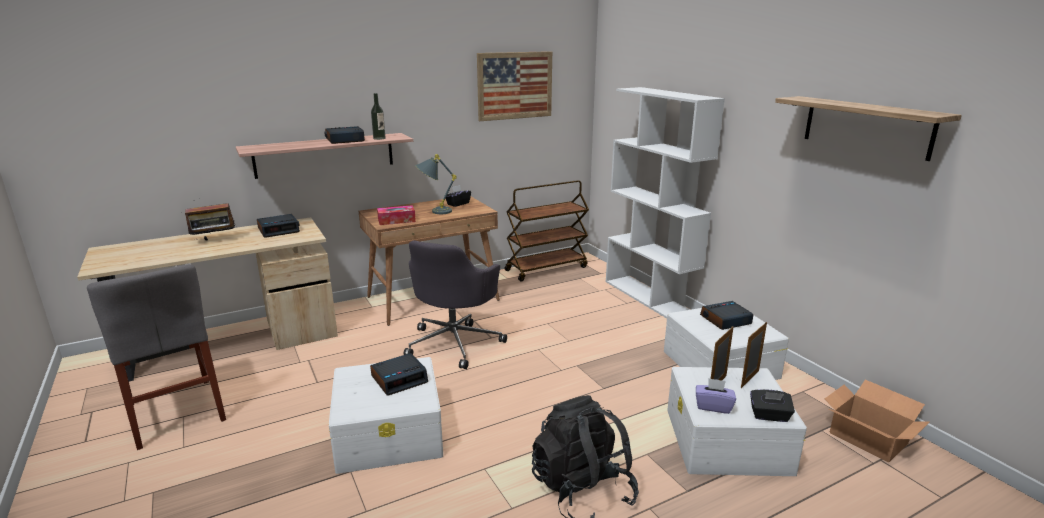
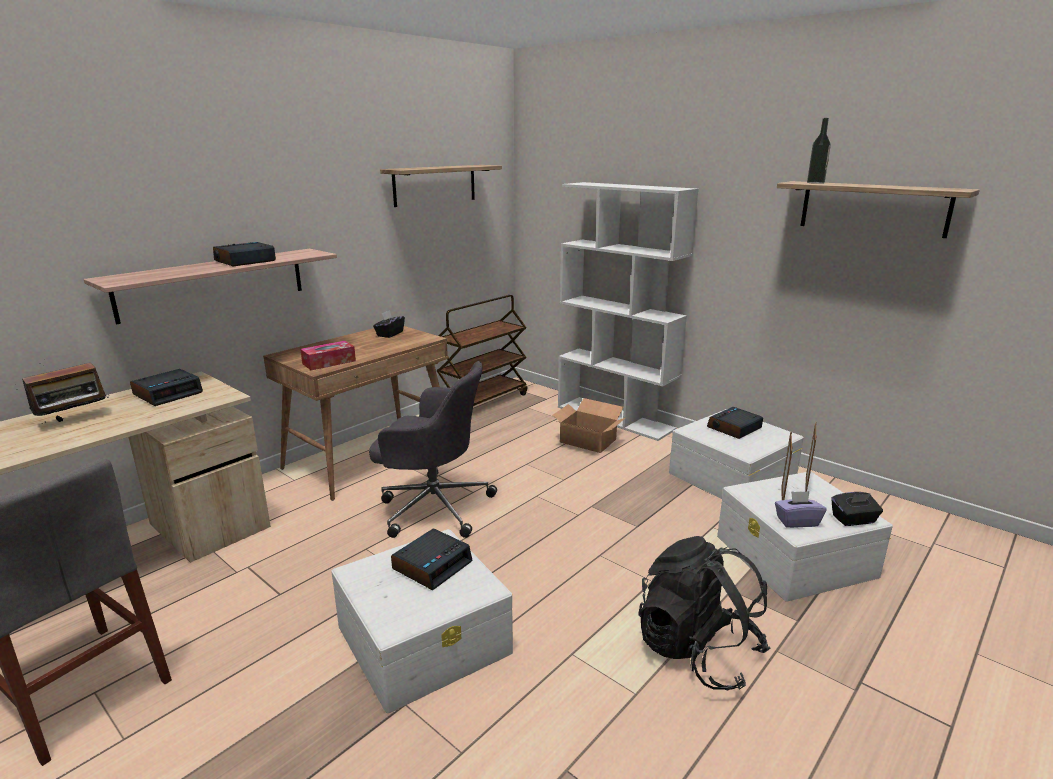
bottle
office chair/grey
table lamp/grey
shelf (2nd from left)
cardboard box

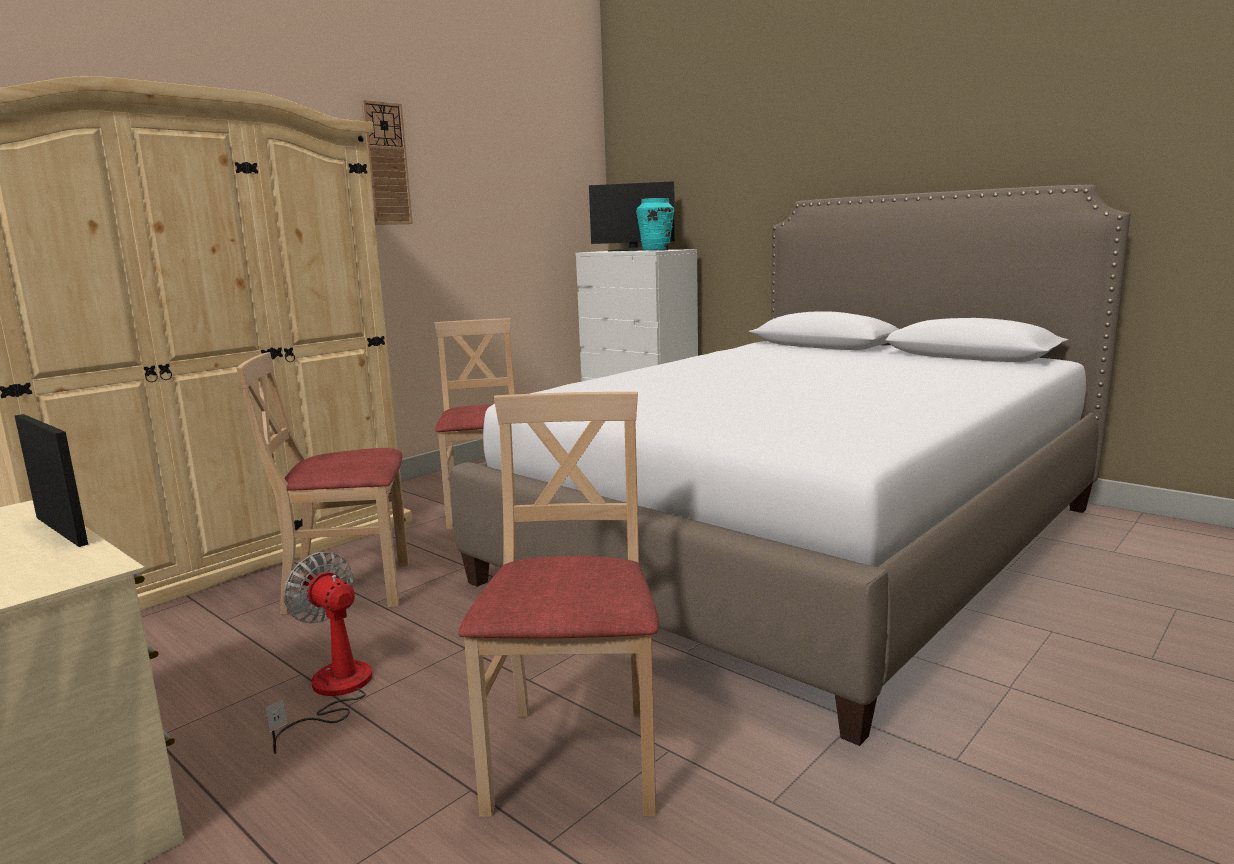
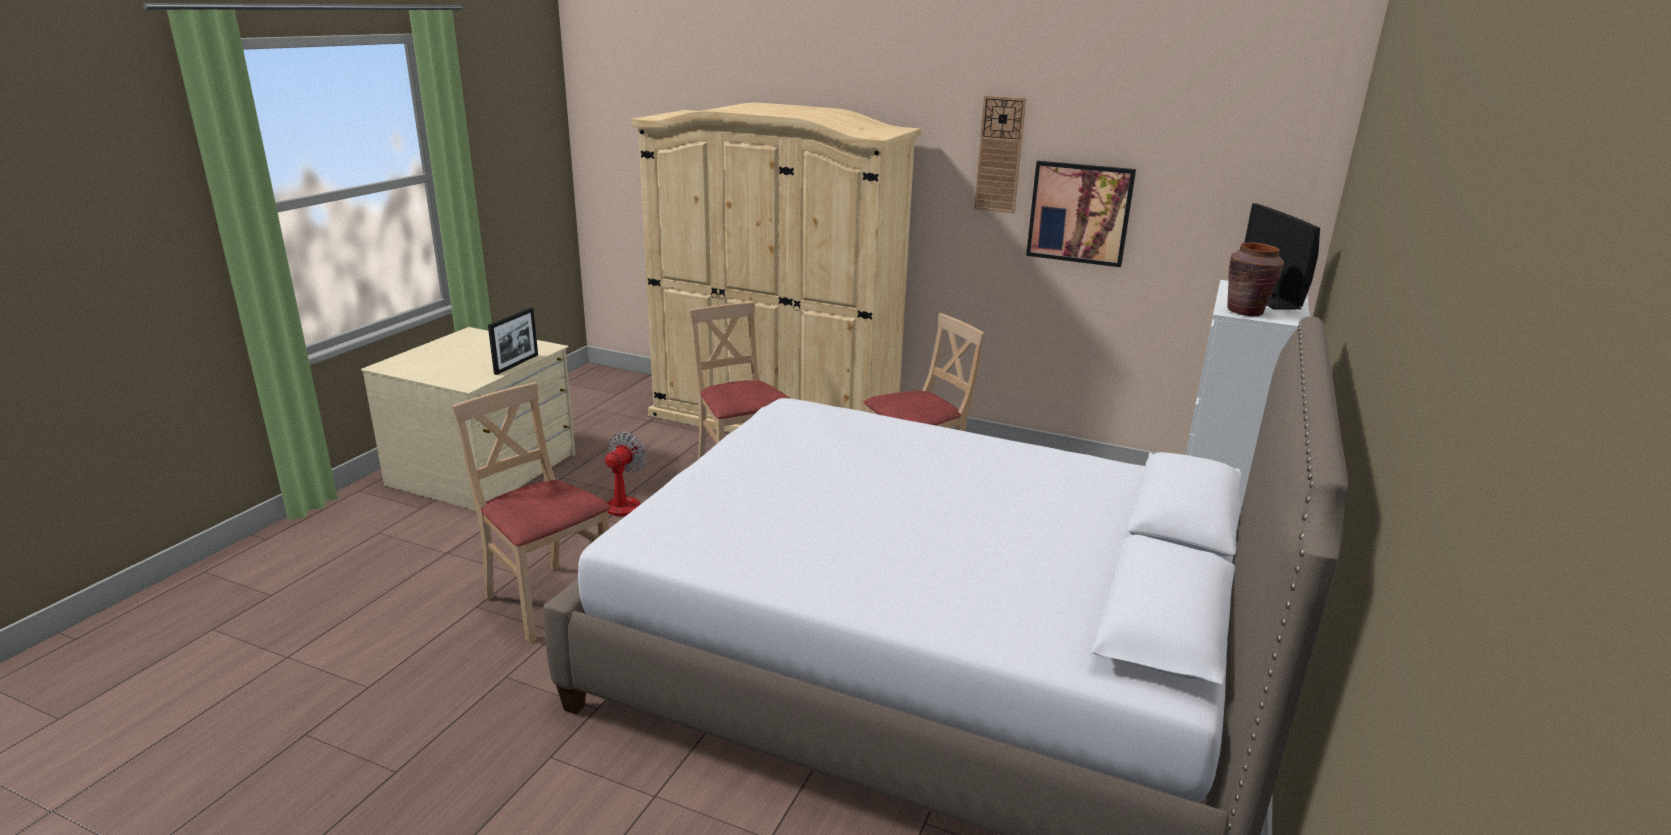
chair/beige (1st from left)
vase/brown
picture

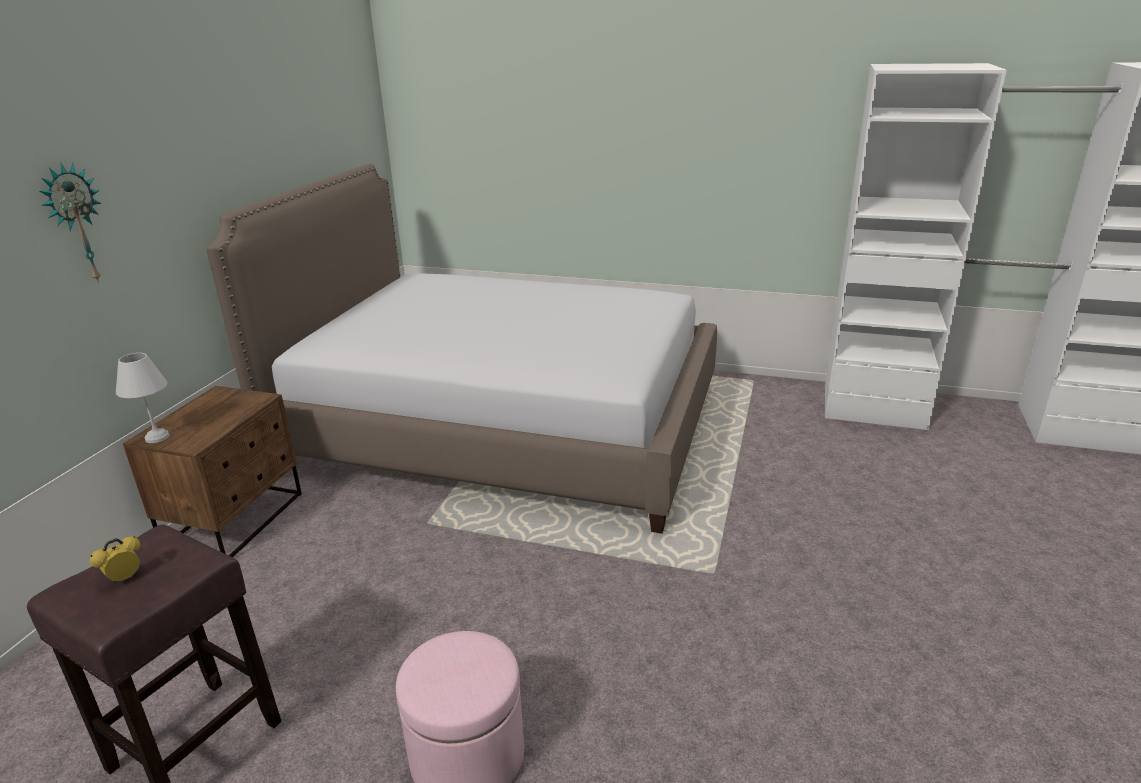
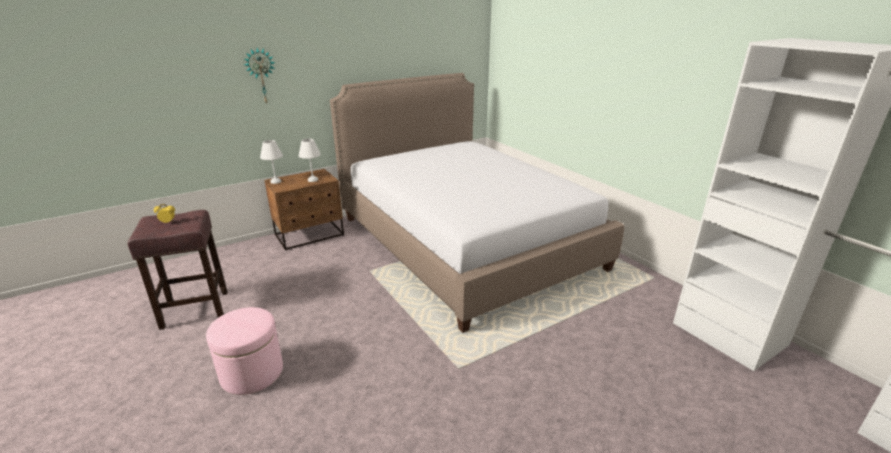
table lamp/white (2nd from left)

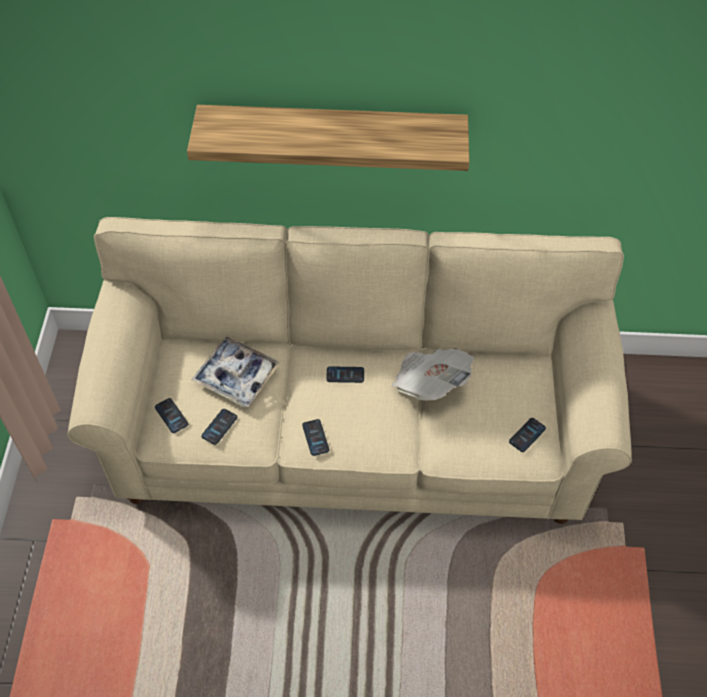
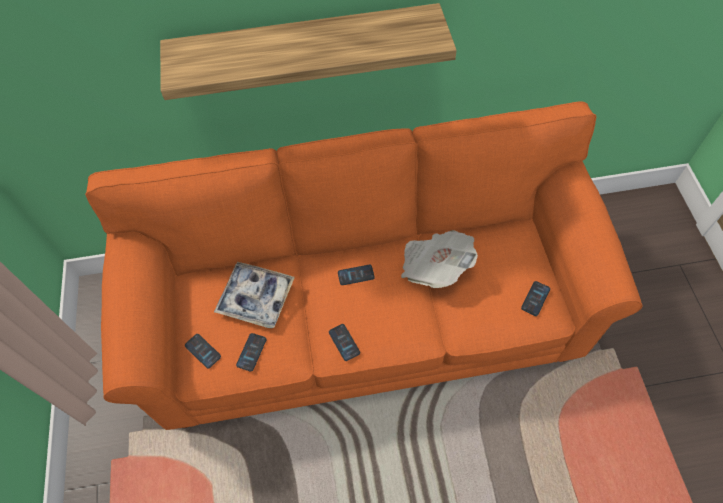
sofa/orange

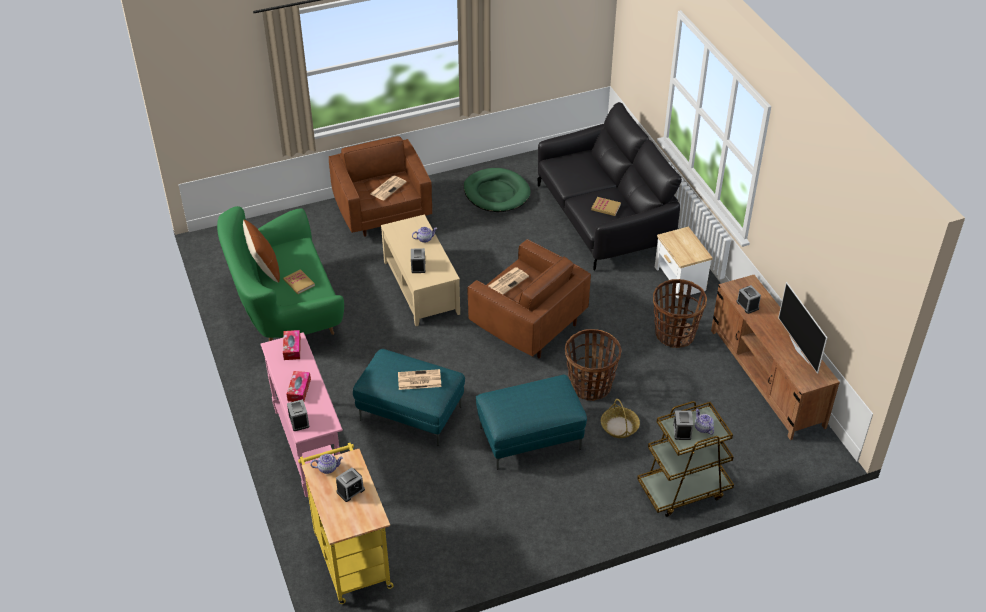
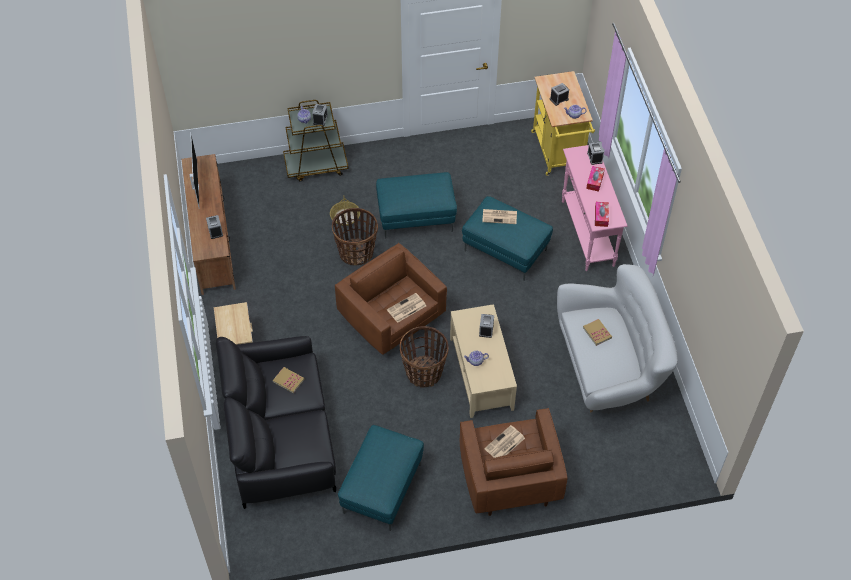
sofa/white
pillow/brown
ottoman/turquoise (1st from left)
basket (3rd from left)

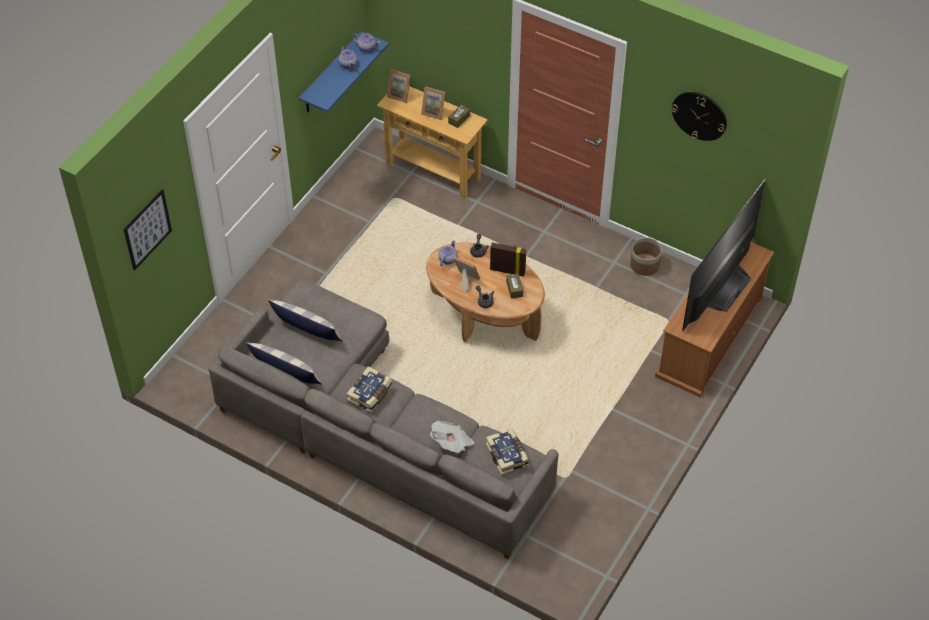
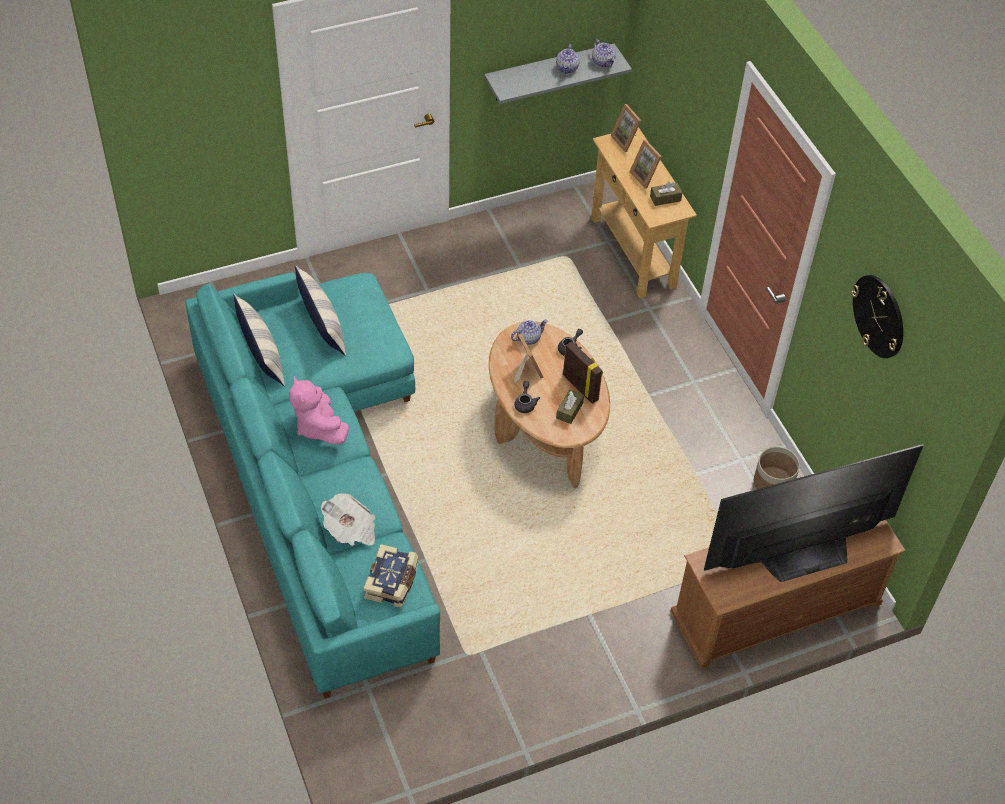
picture
sofa/turquoise
shelf/grey
plush toy/pink

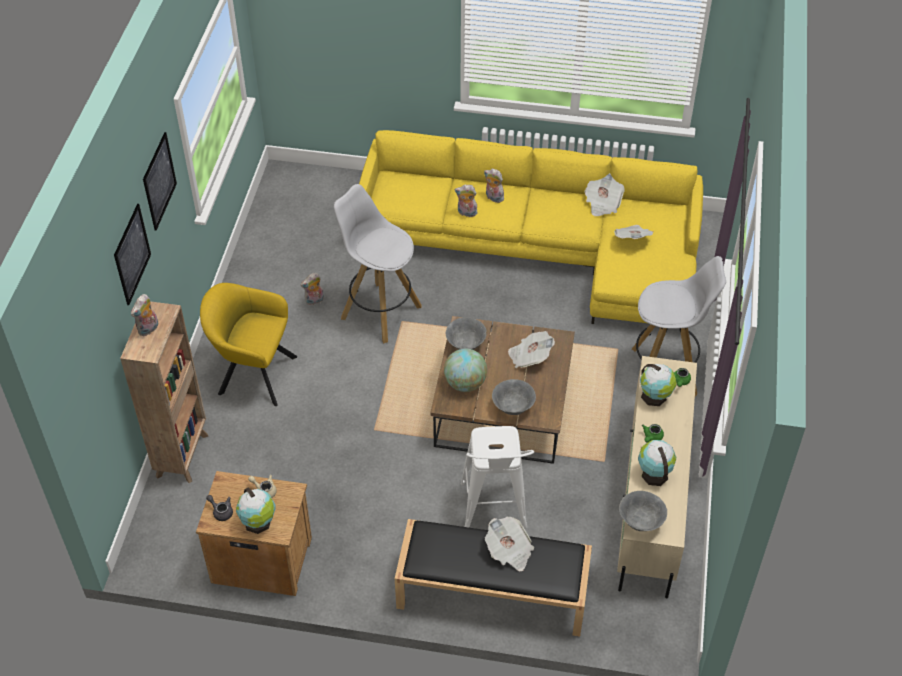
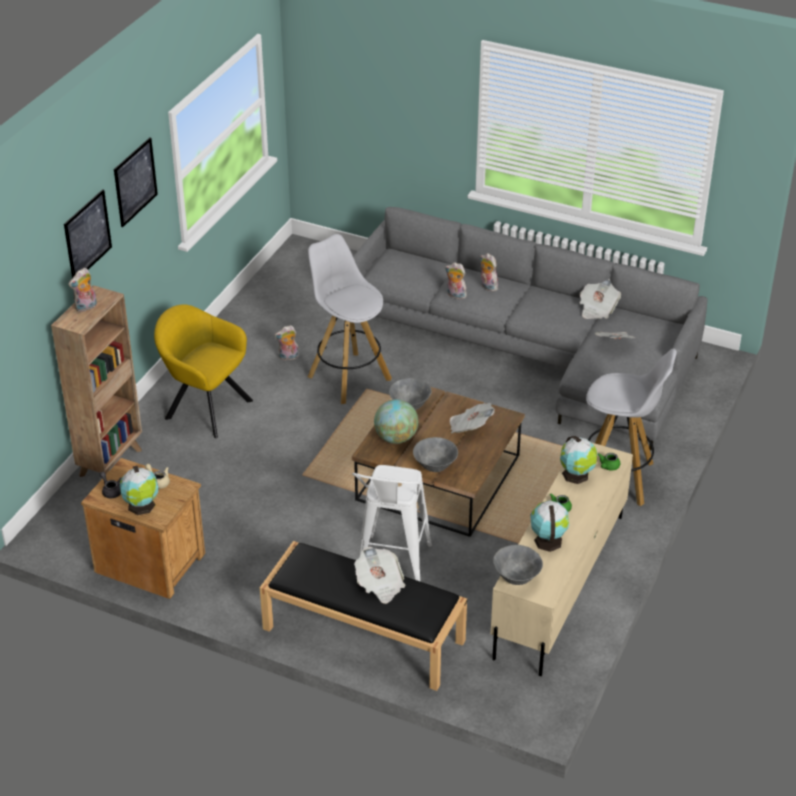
sofa/grey

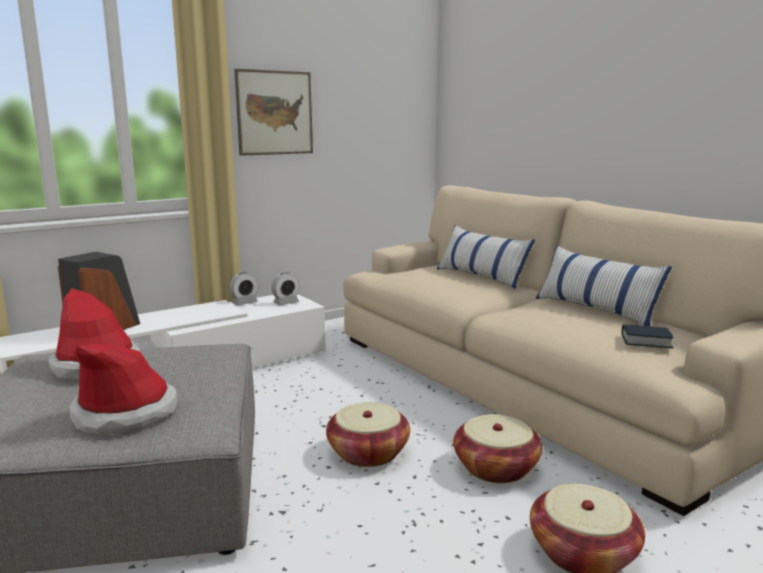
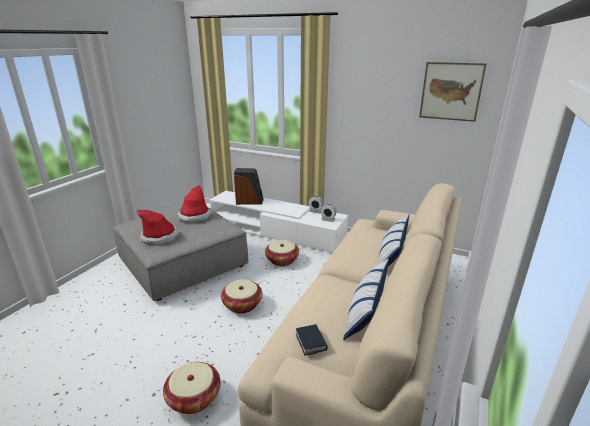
picture
basket (3rd from left)

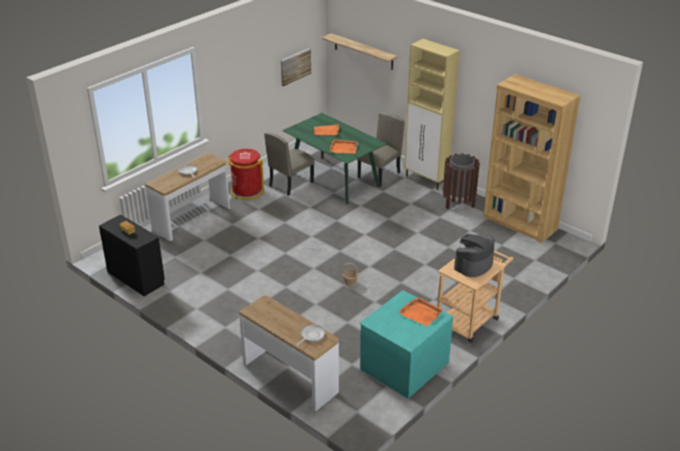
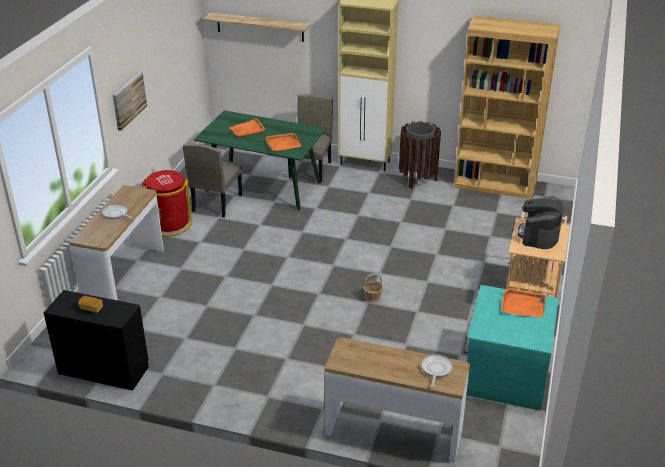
picture

